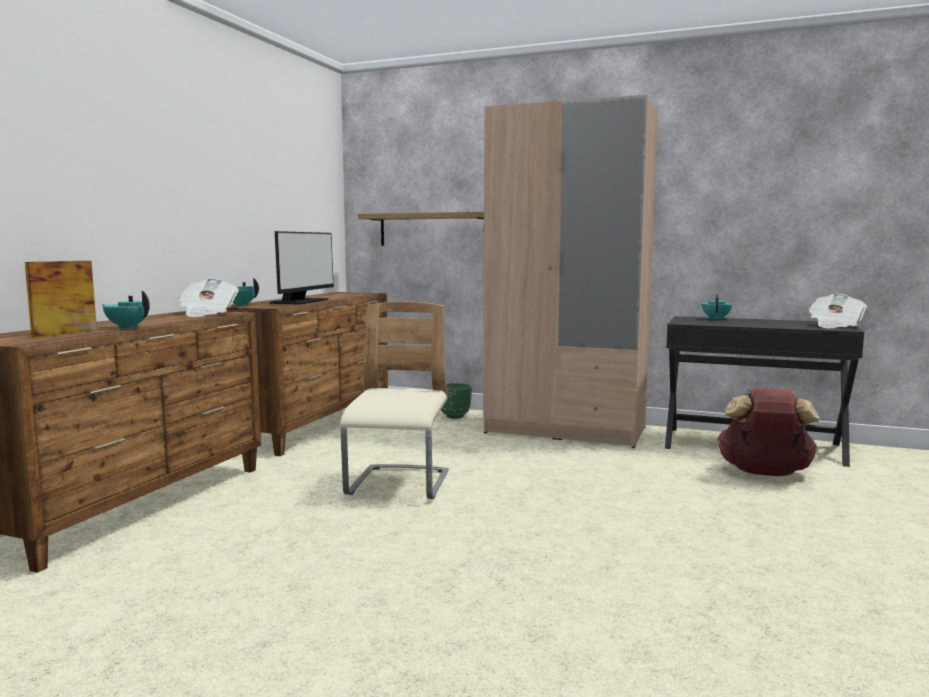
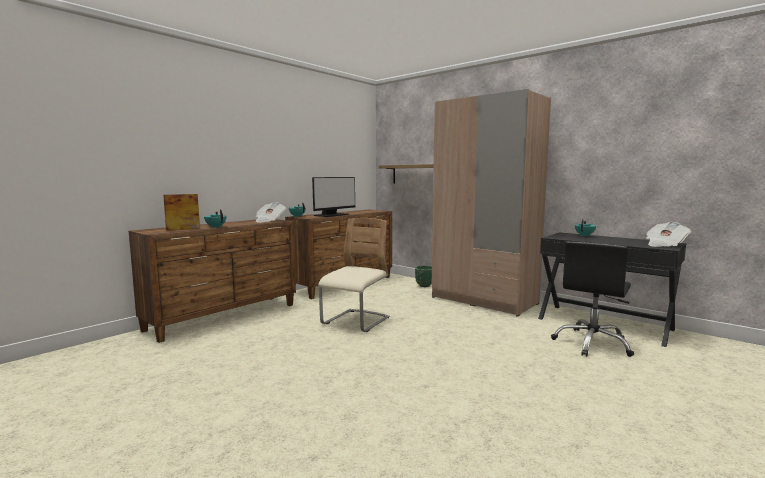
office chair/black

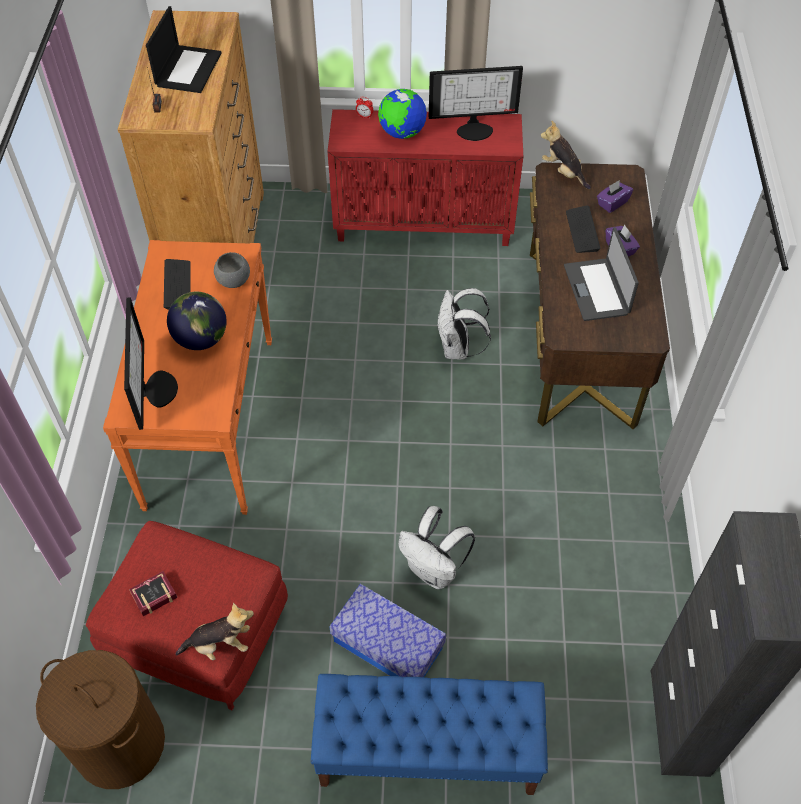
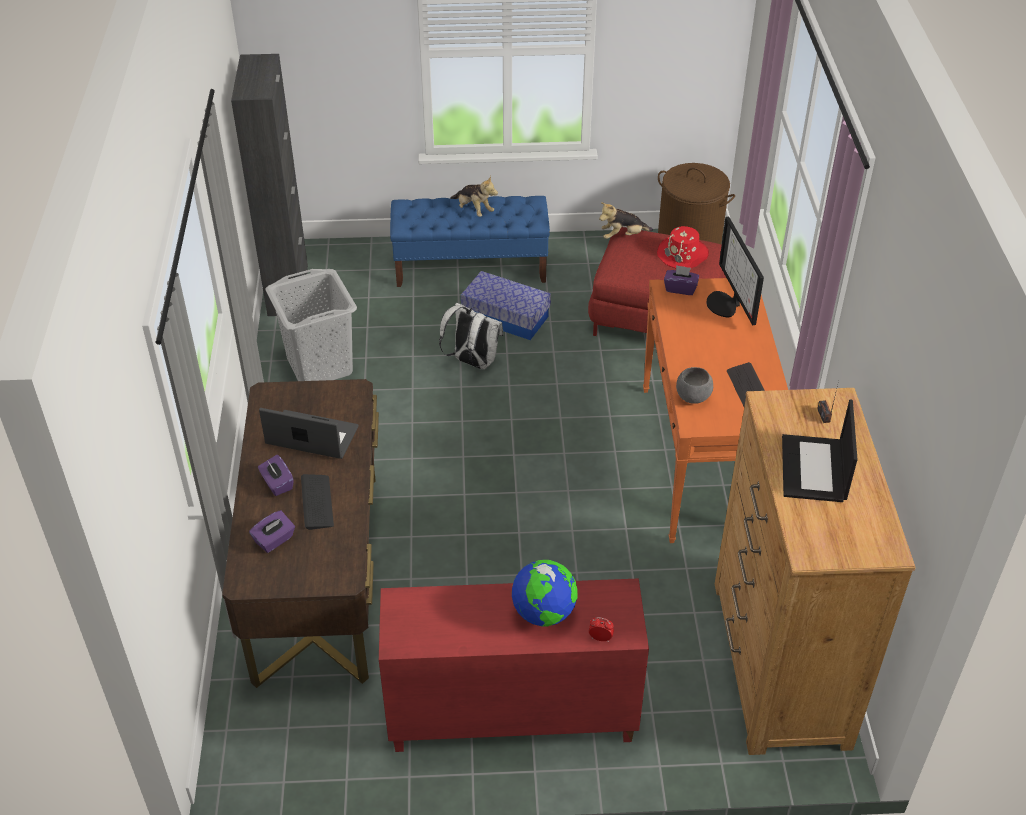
hat/red
globe (1st from left in the first image)
monitor (2nd from left in the first image)
backpack/white (2nd from left in the first image)
plush toy (1st from left)
laptop (1st from left)
laundry basket/grey
tissue box/purple (3rd from left)

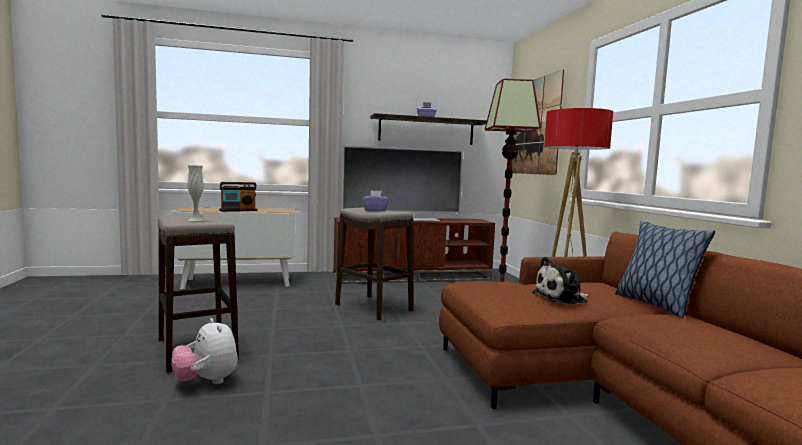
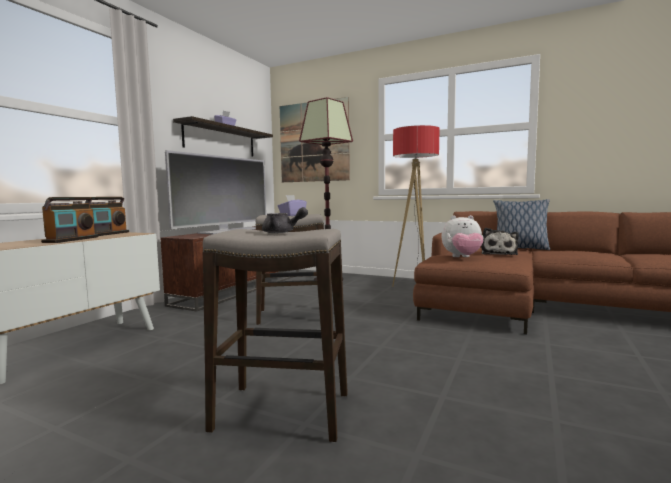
plush toy (1st from left)
teapot/grey
radio (2nd from left)

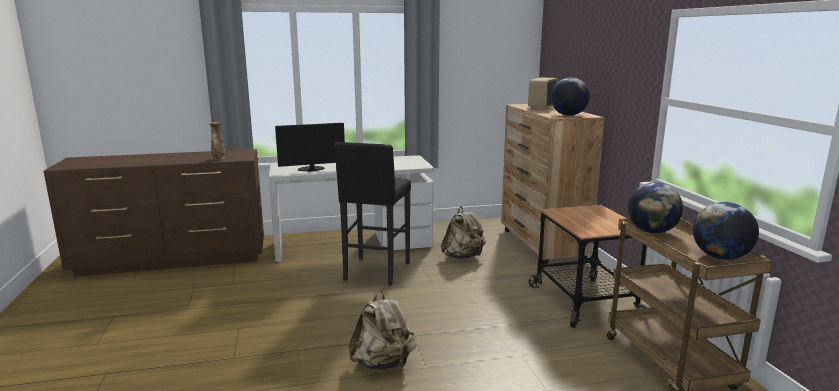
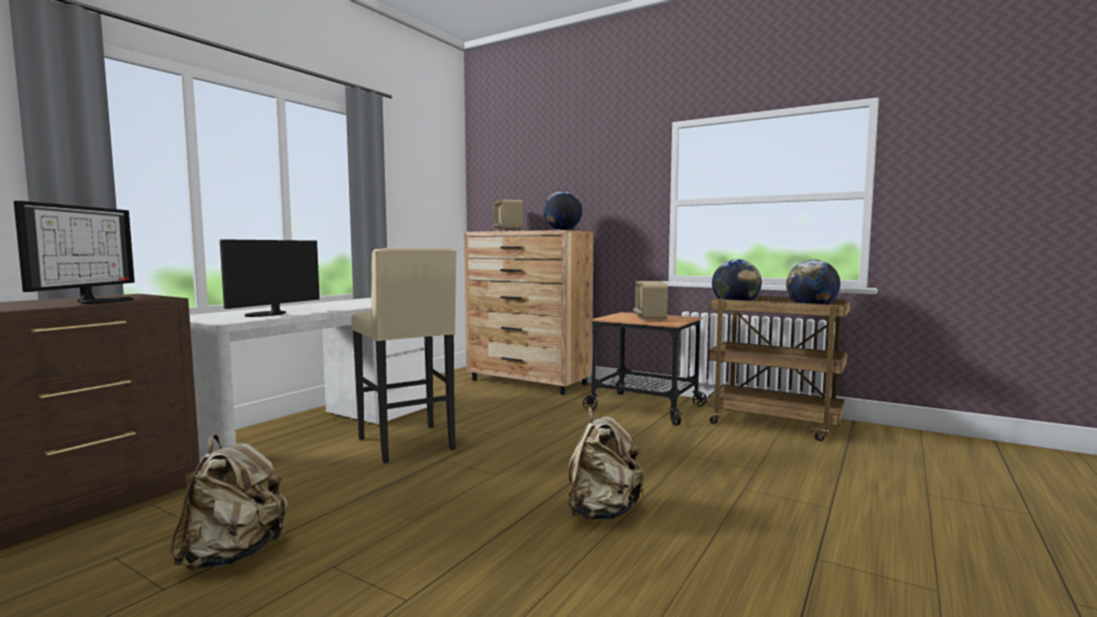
monitor (1st from left)
stool/beige
backpack/beige (1st from left)
radio (2nd from left)

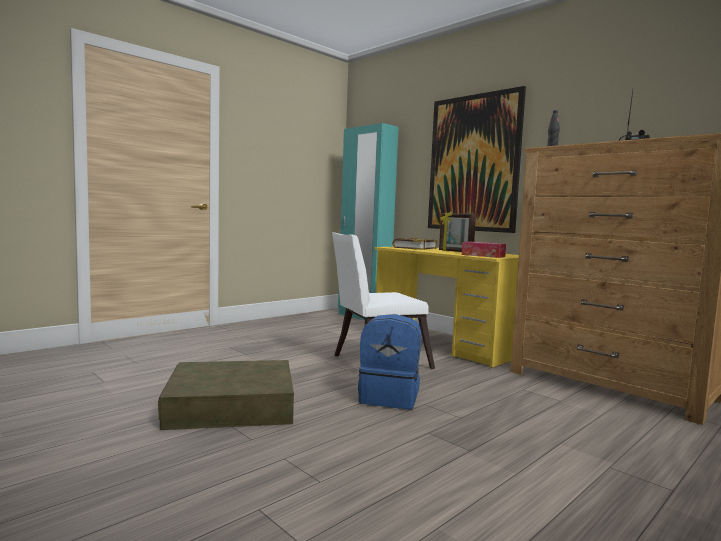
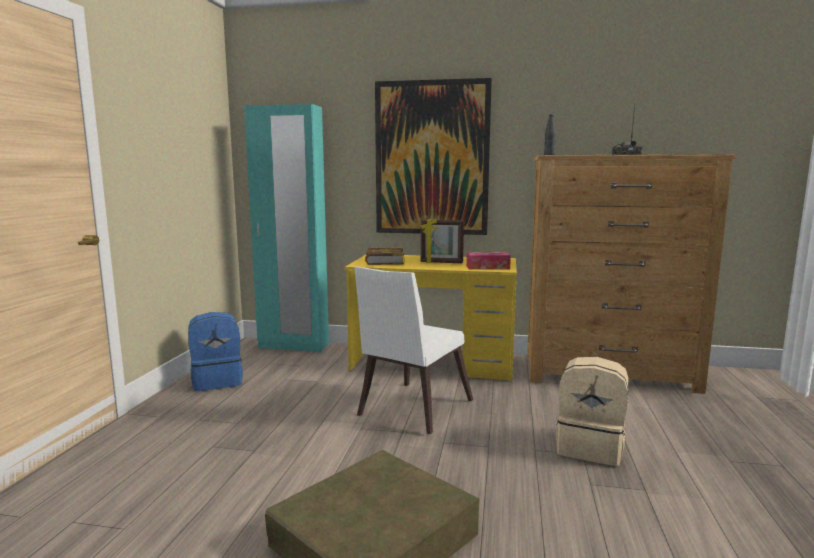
backpack/blue
backpack/beige

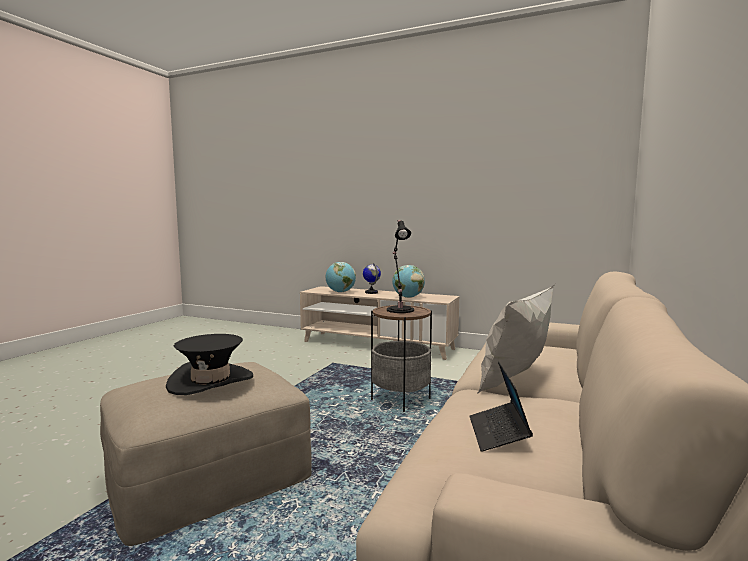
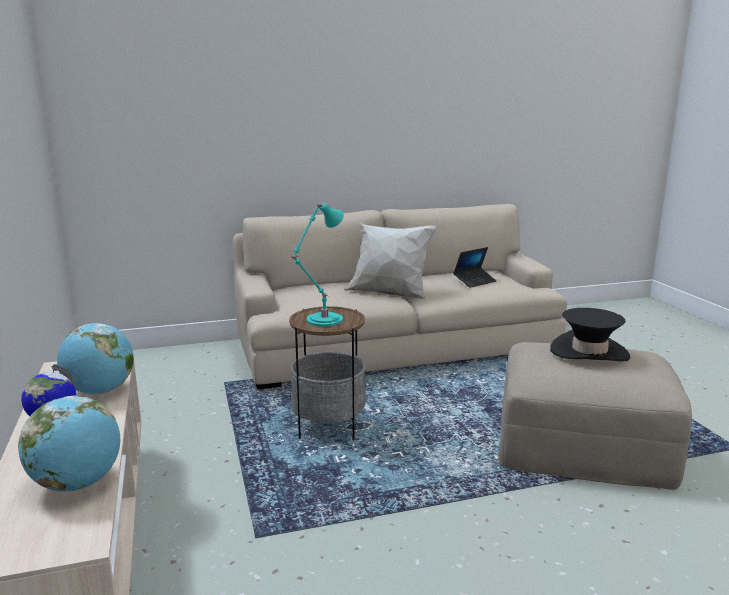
table lamp/turquoise

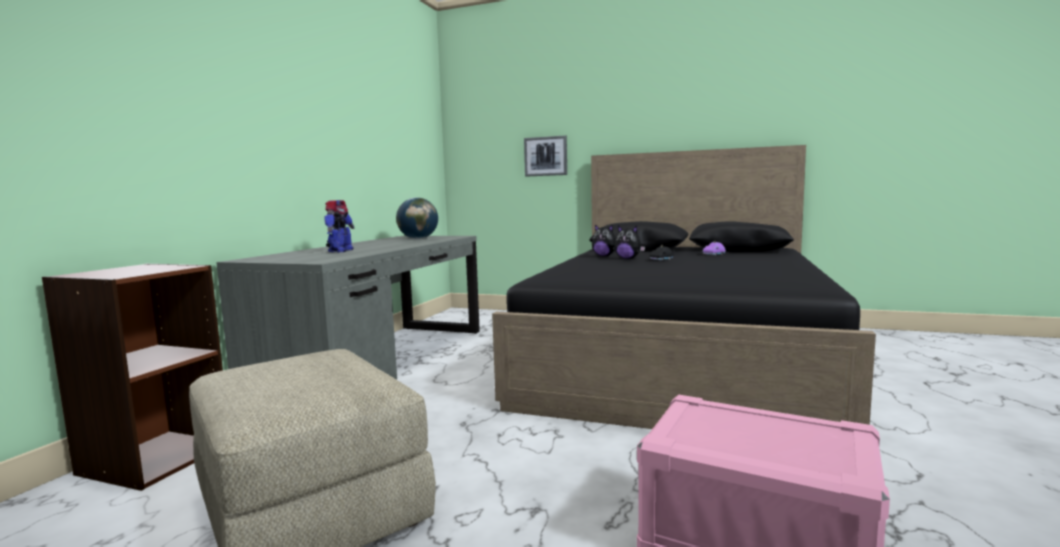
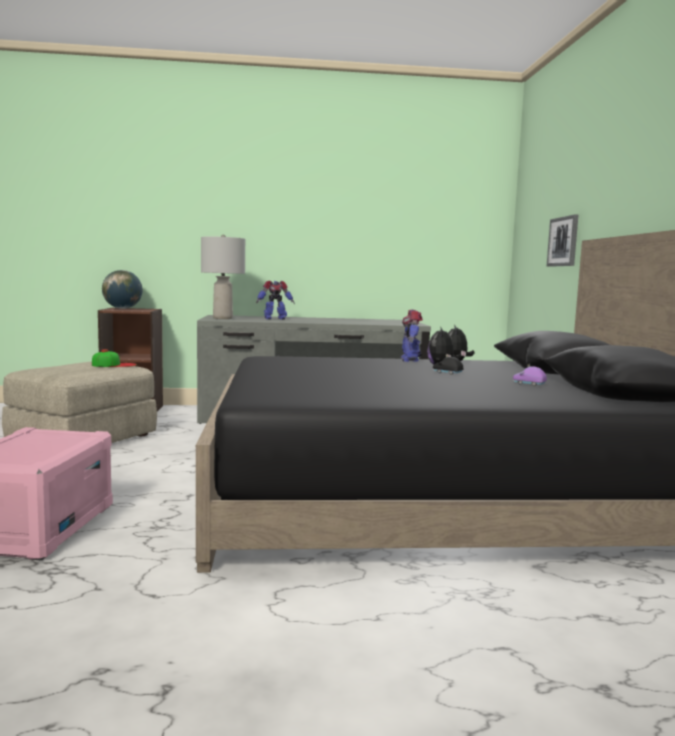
globe
cap
table lamp/grey
toy robot (2nd from left)

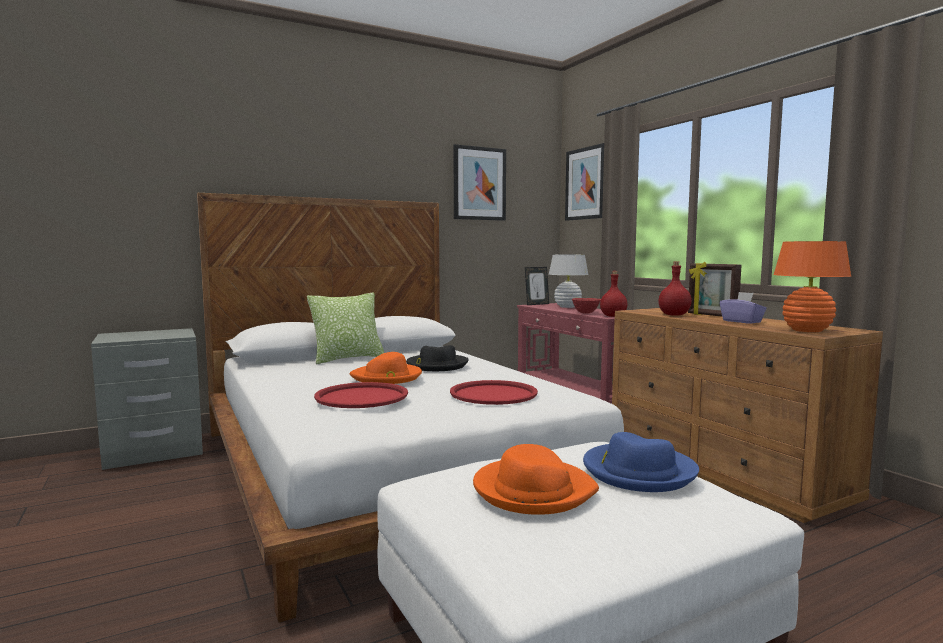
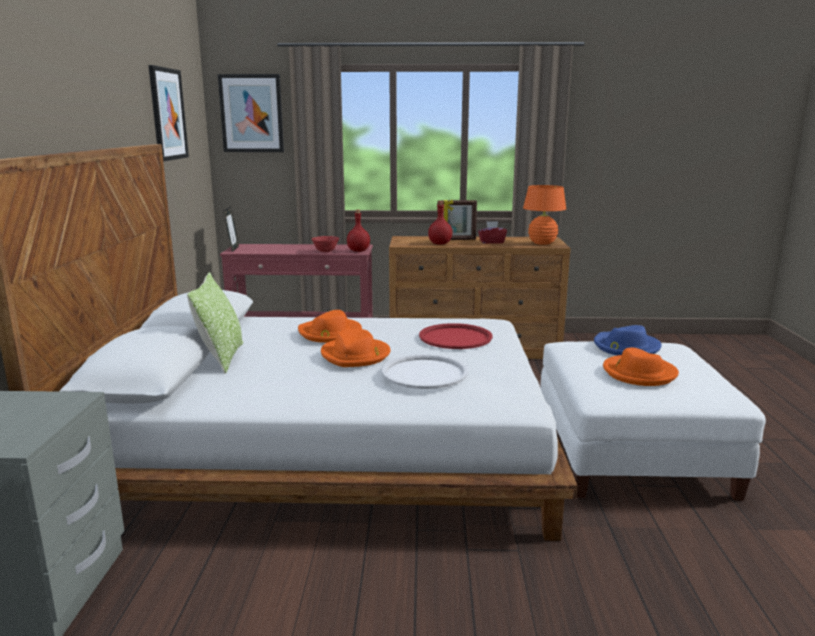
tray/white
hat/orange (1st from left)
table lamp/white
tissue box/red

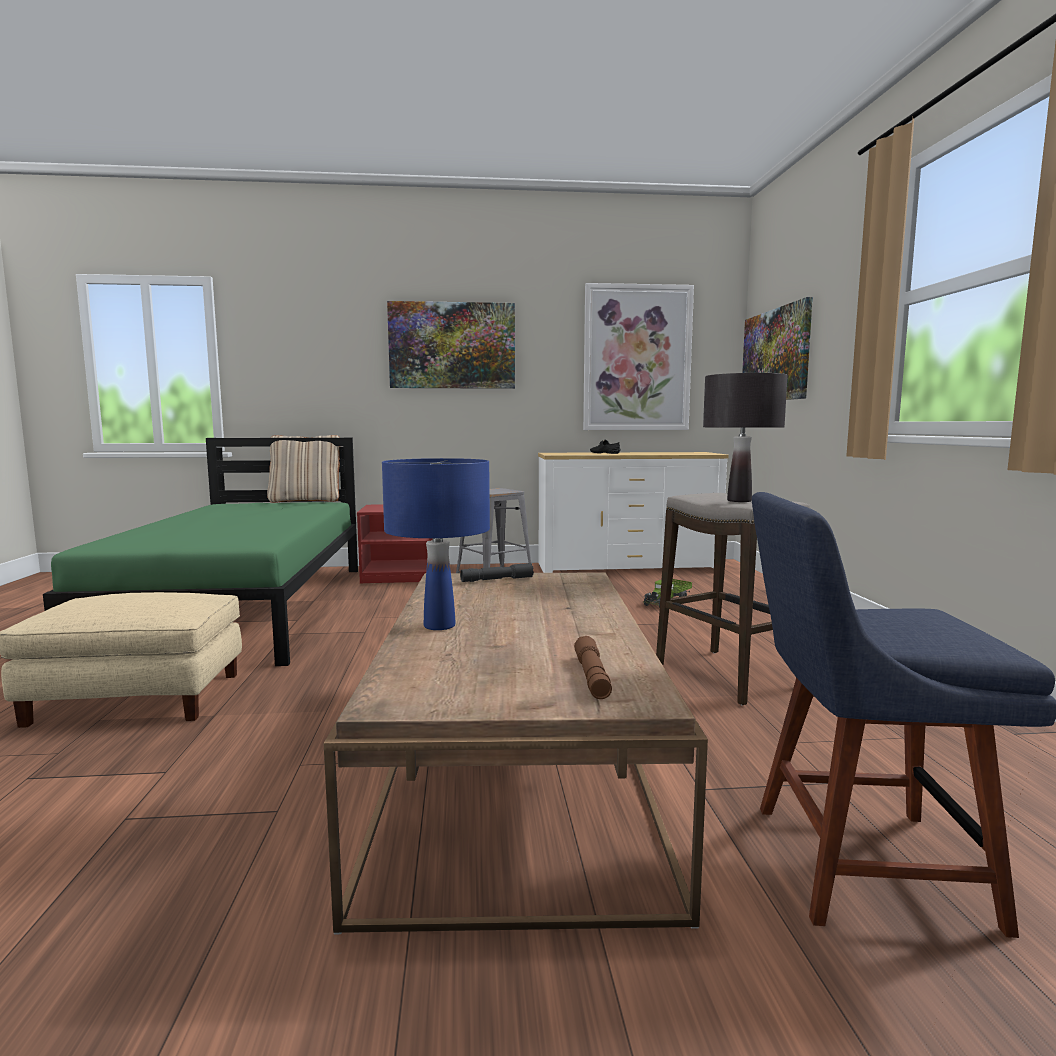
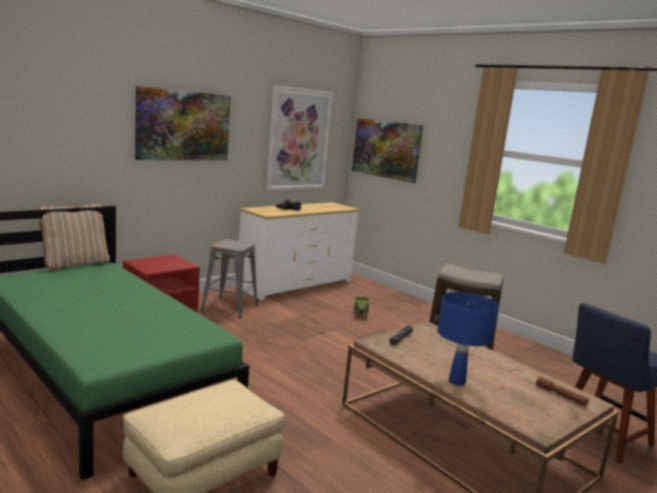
table lamp/black

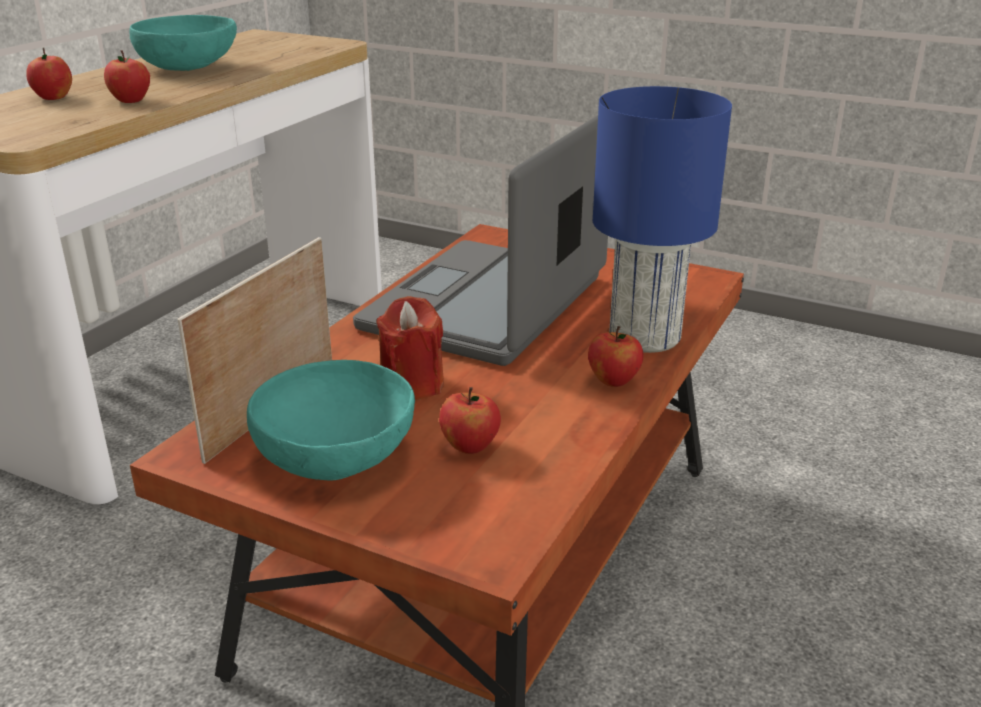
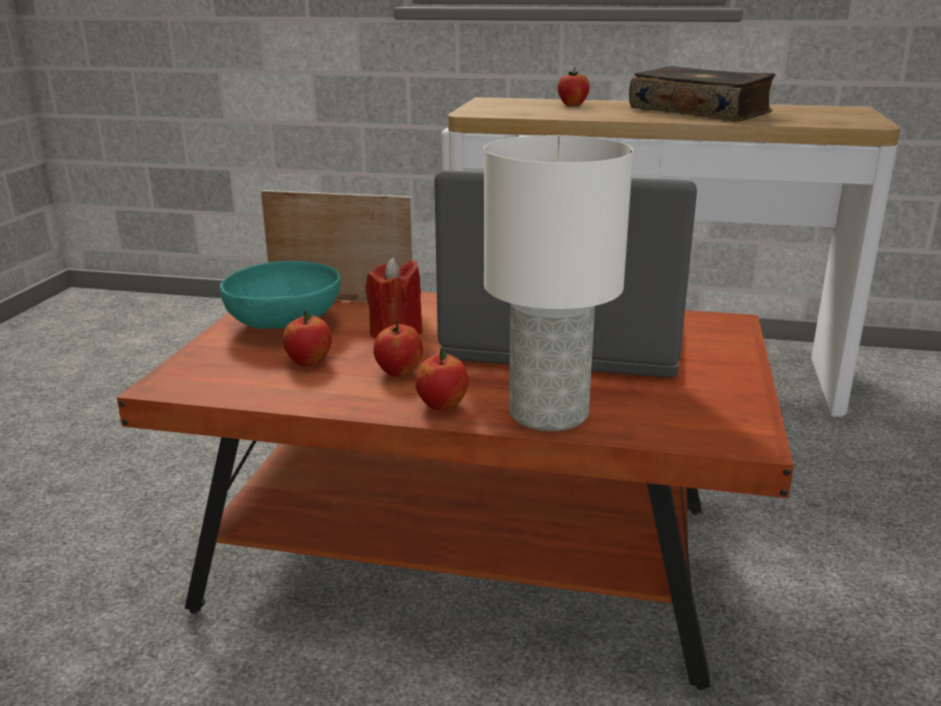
apple (2nd from left)
book
table lamp/white

